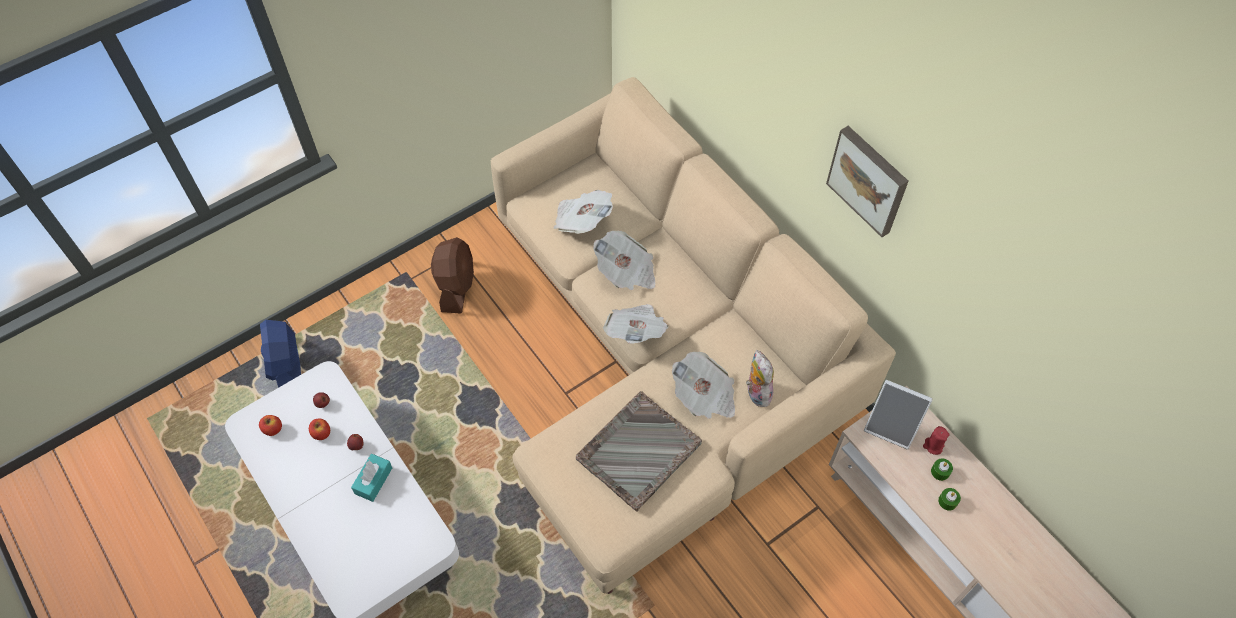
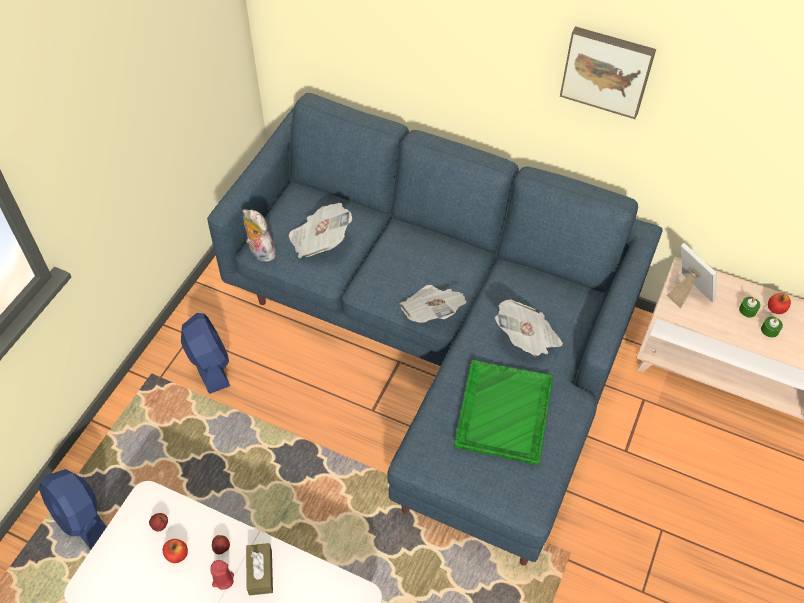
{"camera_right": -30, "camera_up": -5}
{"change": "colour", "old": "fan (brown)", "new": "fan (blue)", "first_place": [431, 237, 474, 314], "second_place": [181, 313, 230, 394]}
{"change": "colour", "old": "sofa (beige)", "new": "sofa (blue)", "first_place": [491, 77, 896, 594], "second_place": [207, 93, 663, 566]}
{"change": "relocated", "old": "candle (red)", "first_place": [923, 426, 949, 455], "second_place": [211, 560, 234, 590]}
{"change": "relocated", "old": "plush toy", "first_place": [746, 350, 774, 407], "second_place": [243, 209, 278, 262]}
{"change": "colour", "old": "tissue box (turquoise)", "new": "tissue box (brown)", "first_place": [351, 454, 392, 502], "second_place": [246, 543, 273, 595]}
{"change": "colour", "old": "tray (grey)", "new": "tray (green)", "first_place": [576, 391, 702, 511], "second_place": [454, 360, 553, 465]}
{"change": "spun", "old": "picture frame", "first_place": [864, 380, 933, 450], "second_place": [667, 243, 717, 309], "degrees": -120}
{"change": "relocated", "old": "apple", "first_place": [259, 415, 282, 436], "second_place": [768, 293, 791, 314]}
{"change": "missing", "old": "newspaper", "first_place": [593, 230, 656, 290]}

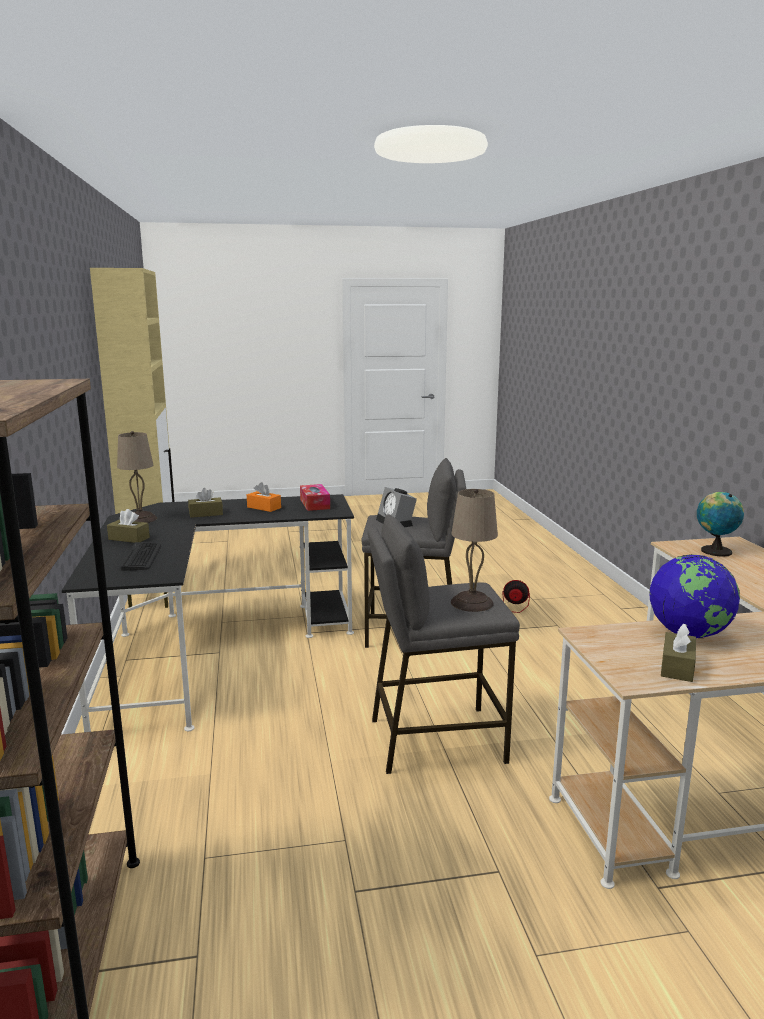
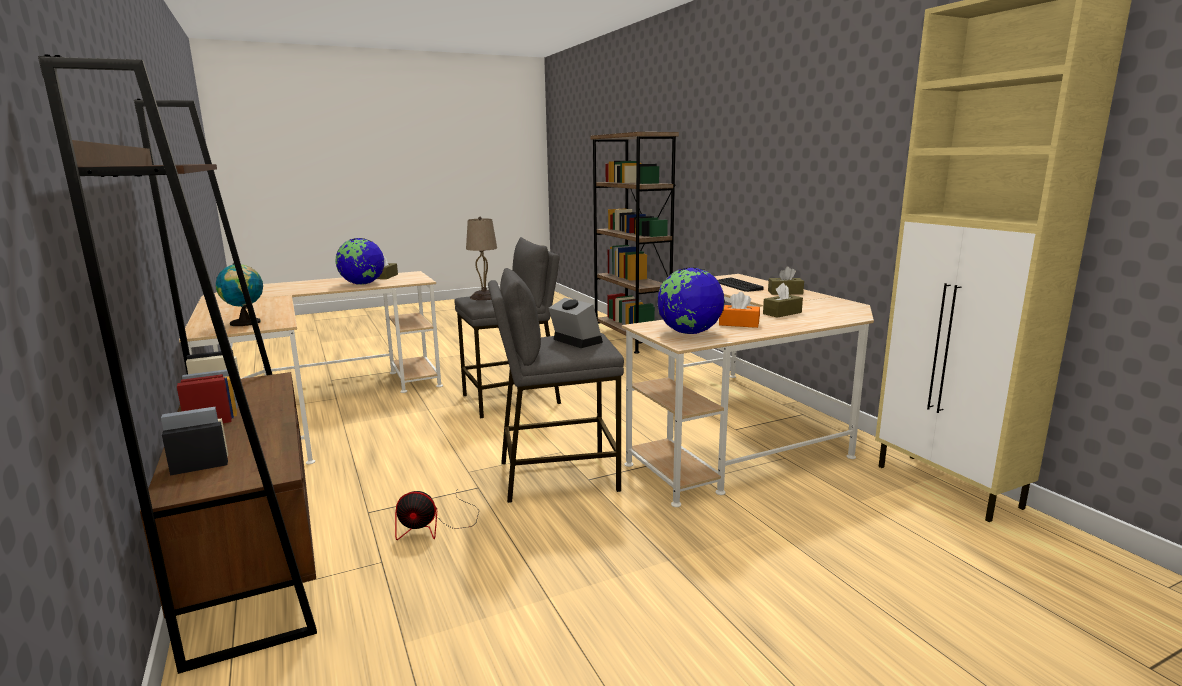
{"camera_right": 165, "camera_up": 0}
{"change": "appeared", "new": "bookcase (brown)", "second_place": [38, 55, 317, 674]}
{"change": "colour", "old": "desk (black)", "new": "desk (beige)", "first_place": [62, 494, 354, 732], "second_place": [622, 274, 874, 507]}
{"change": "exchanged", "old": "tissue box", "new": "globe", "first_place": [300, 484, 330, 511], "second_place": [657, 267, 725, 334]}
{"change": "missing", "old": "table lamp (beige)", "first_place": [117, 431, 157, 523]}

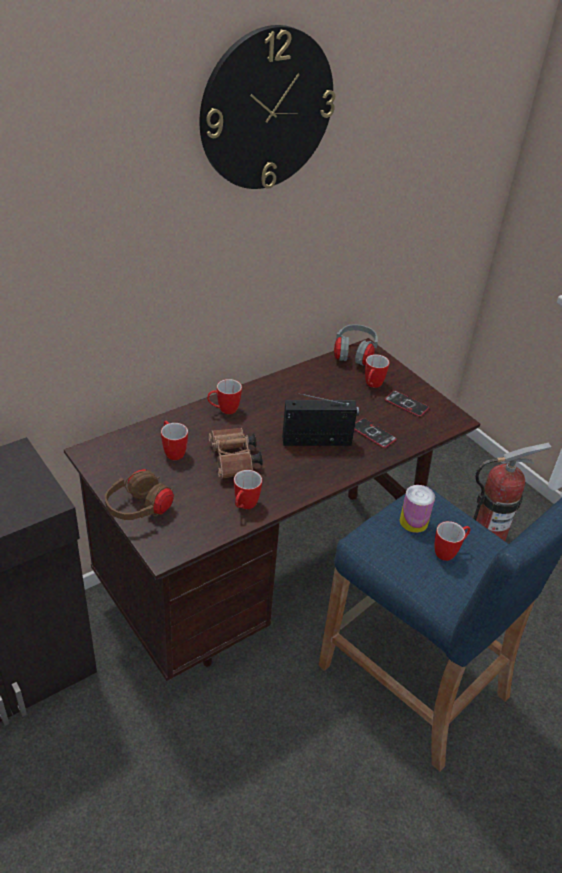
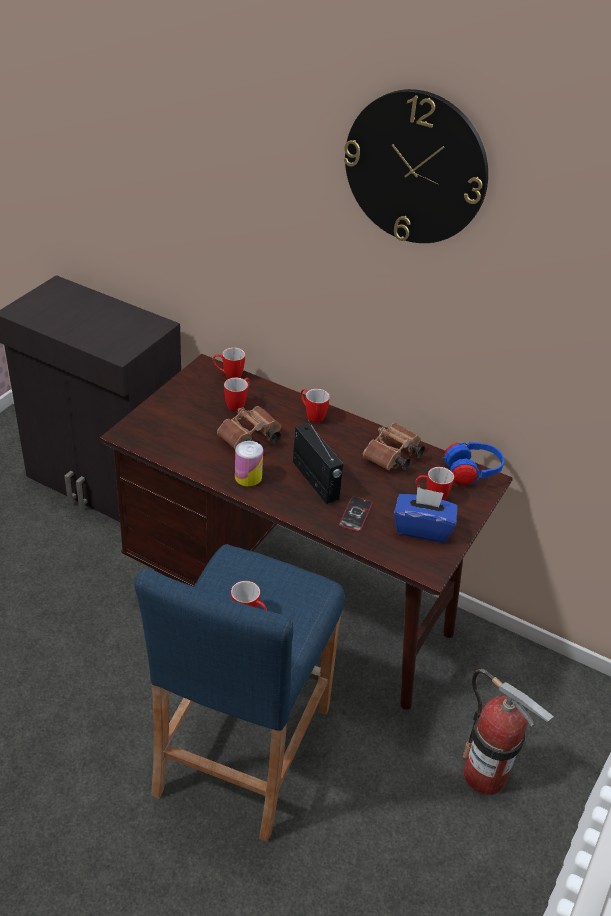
{"camera_right": 65, "camera_up": 0}
{"change": "relocated", "old": "mug", "first_place": [234, 470, 262, 509], "second_place": [213, 348, 245, 379]}
{"change": "relocated", "old": "can", "first_place": [400, 485, 435, 533], "second_place": [235, 441, 263, 486]}
{"change": "appeared", "new": "binoculars (brown)", "second_place": [363, 423, 425, 471]}
{"change": "exchanged", "old": "phone", "new": "tissue box (blue)", "first_place": [385, 390, 429, 417], "second_place": [394, 487, 457, 542]}
{"change": "colour", "old": "headphones (grey)", "new": "headphones (blue)", "first_place": [334, 324, 378, 365], "second_place": [442, 442, 504, 485]}
{"change": "missing", "old": "headphones (brown)", "first_place": [105, 469, 174, 520]}

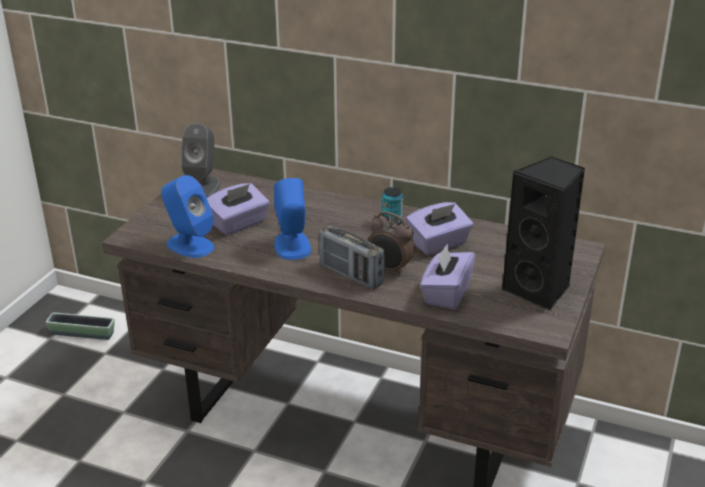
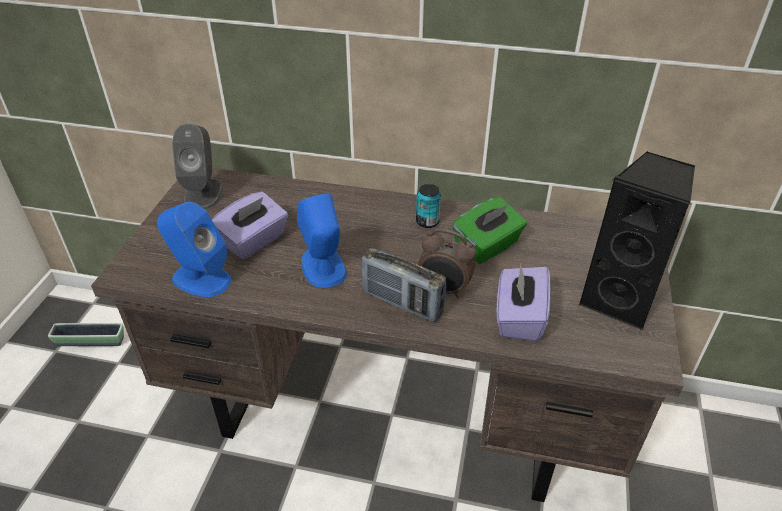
{"camera_right": -10, "camera_up": 10}
{"change": "colour", "old": "tissue box (purple)", "new": "tissue box (green)", "first_place": [406, 202, 473, 255], "second_place": [452, 197, 527, 264]}

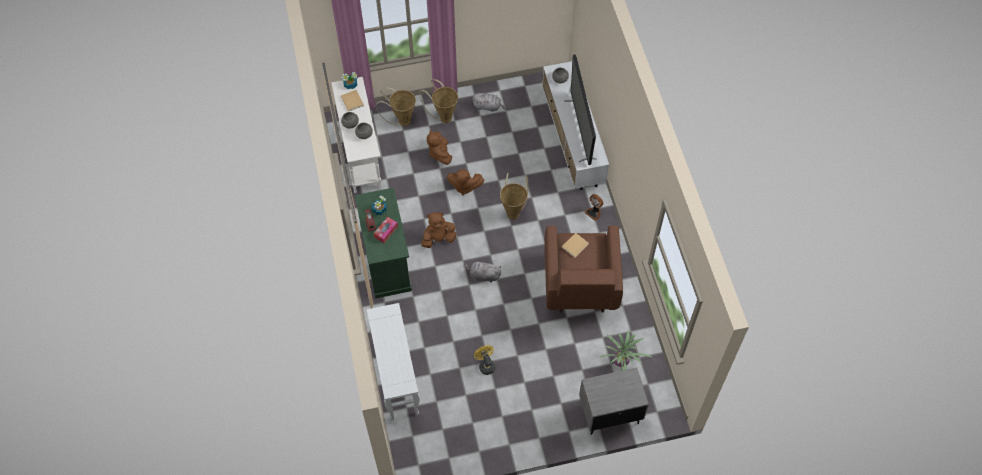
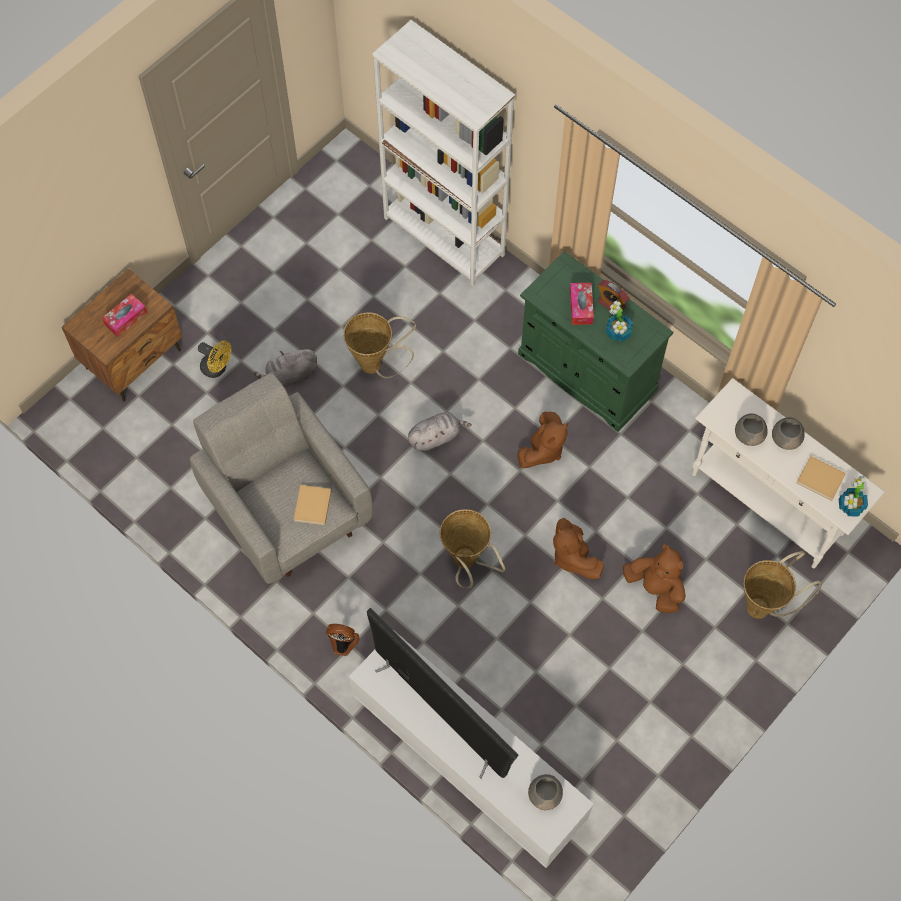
{"camera_right": 145, "camera_up": 5}
{"change": "colour", "old": "nightstand (grey)", "new": "nightstand (brown)", "first_place": [579, 367, 649, 435], "second_place": [61, 269, 183, 402]}
{"change": "appeared", "new": "tissue box", "second_place": [102, 294, 147, 337]}
{"change": "colour", "old": "armchair (brown)", "new": "armchair (grey)", "first_place": [545, 226, 623, 313], "second_place": [190, 372, 373, 584]}
{"change": "relocated", "old": "fan (yellow)", "first_place": [474, 345, 495, 375], "second_place": [198, 341, 232, 378]}
{"change": "relocated", "old": "plush toy (grey)", "first_place": [472, 93, 506, 112], "second_place": [254, 347, 317, 388]}
{"change": "relocated", "old": "basket", "first_place": [419, 79, 458, 123], "second_place": [343, 312, 416, 378]}
{"change": "exchanged", "old": "console table (white)", "new": "bookcase (white)", "first_place": [367, 303, 420, 421], "second_place": [372, 20, 515, 287]}
{"change": "spun", "old": "plush toy (brown)", "first_place": [447, 169, 484, 196], "second_place": [553, 518, 604, 579], "degrees": -90}
{"change": "missing", "old": "potted plant", "first_place": [600, 330, 652, 371]}

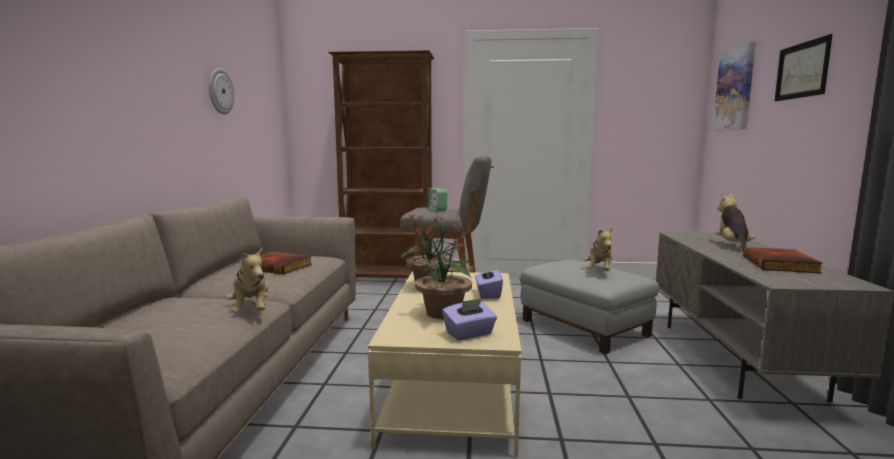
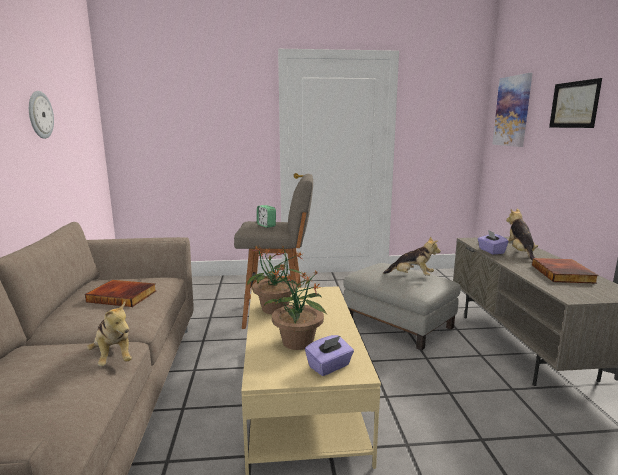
{"camera_right": -10, "camera_up": 5}
{"change": "spun", "old": "plush toy", "first_place": [584, 227, 613, 271], "second_place": [383, 236, 441, 276], "degrees": -75}
{"change": "relocated", "old": "tissue box (purple)", "first_place": [475, 264, 503, 299], "second_place": [478, 230, 509, 254]}
{"change": "missing", "old": "bookcase (brown)", "first_place": [328, 50, 434, 278]}

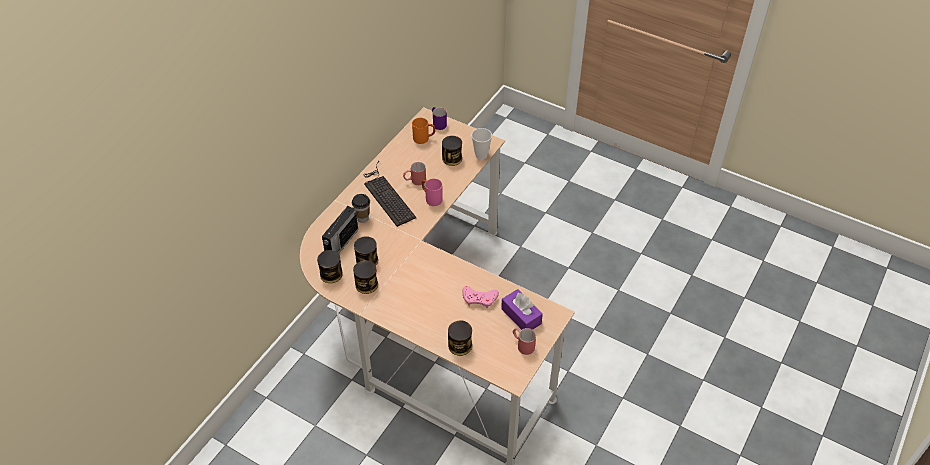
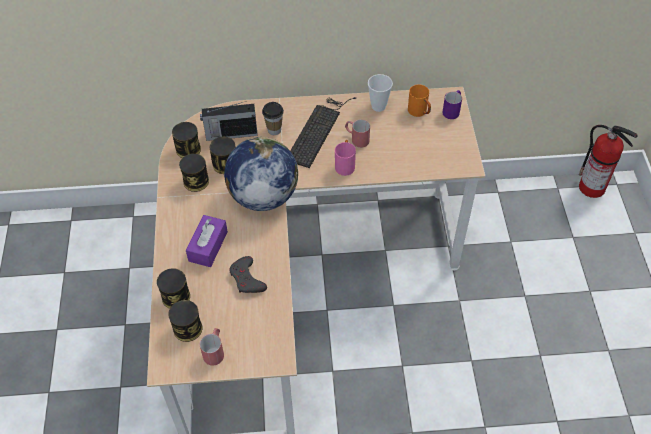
{"camera_right": 55, "camera_up": 5}
{"change": "relocated", "old": "can", "first_place": [442, 136, 462, 166], "second_place": [168, 300, 203, 342]}
{"change": "relocated", "old": "tissue box (purple)", "first_place": [501, 289, 543, 330], "second_place": [186, 215, 228, 267]}
{"change": "appeared", "new": "globe", "second_place": [224, 137, 298, 211]}
{"change": "colour", "old": "game controller (pink)", "new": "game controller (grey)", "first_place": [462, 286, 499, 309], "second_place": [229, 256, 267, 293]}
{"change": "relocated", "old": "cup", "first_place": [471, 128, 492, 159], "second_place": [368, 74, 393, 112]}
{"change": "appeared", "new": "fire extinguisher", "second_place": [579, 125, 638, 198]}

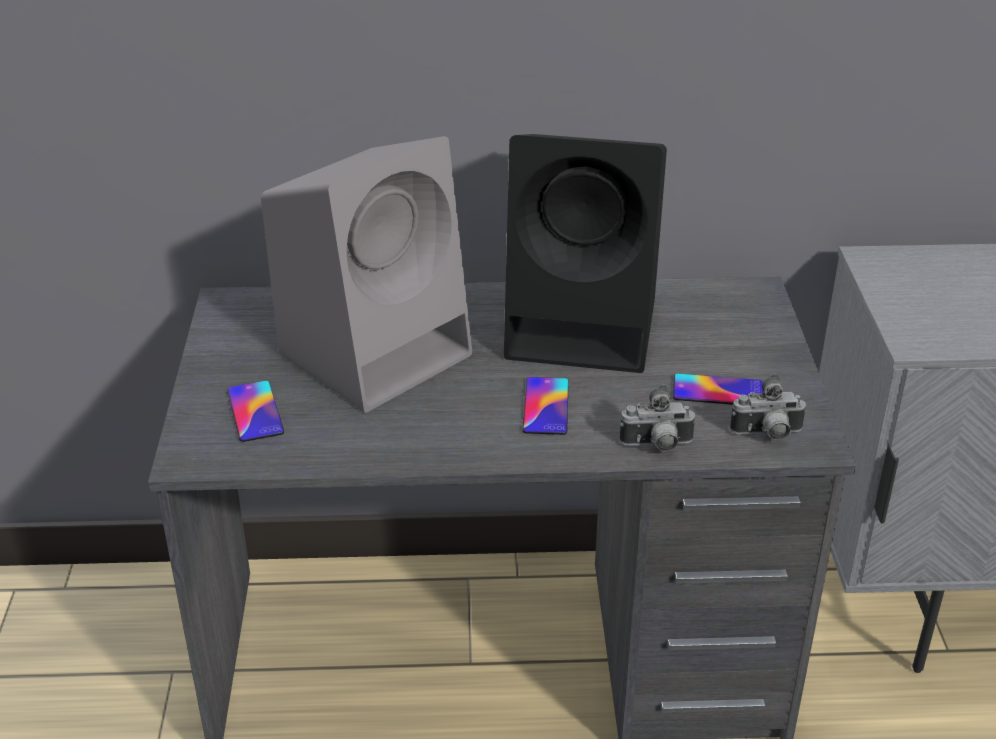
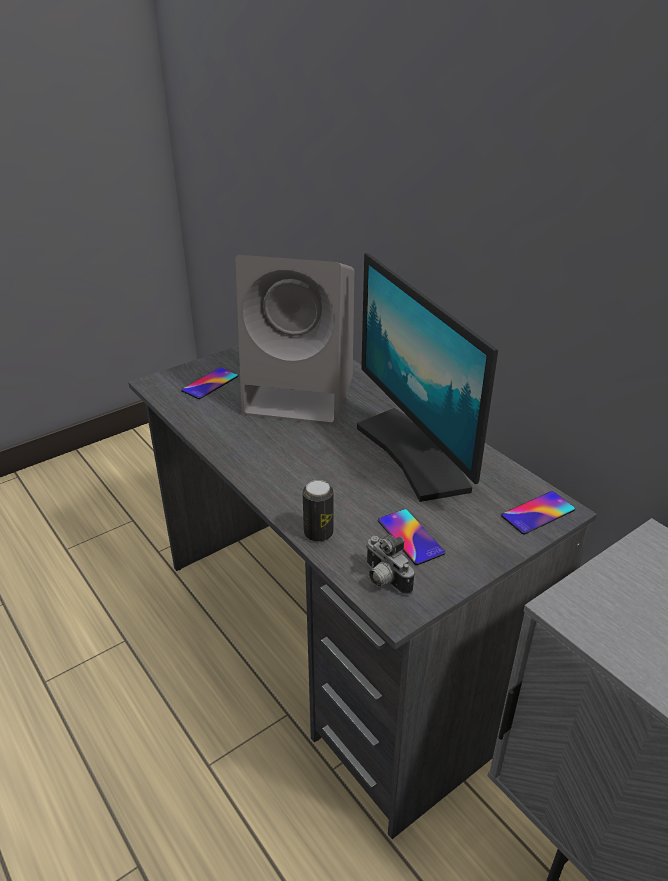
{"camera_right": 55, "camera_up": 0}
{"change": "exchanged", "old": "photo camera", "new": "can", "first_place": [620, 384, 696, 451], "second_place": [303, 480, 333, 542]}
{"change": "exchanged", "old": "speaker (black)", "new": "monitor", "first_place": [504, 134, 667, 373], "second_place": [356, 253, 498, 502]}
{"change": "relocated", "old": "phone", "first_place": [523, 377, 569, 435], "second_place": [501, 491, 575, 534]}

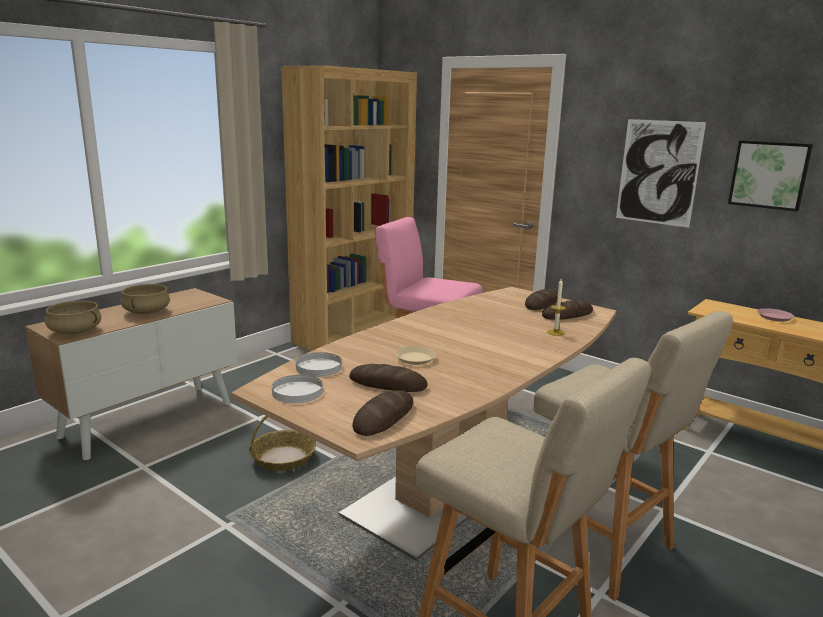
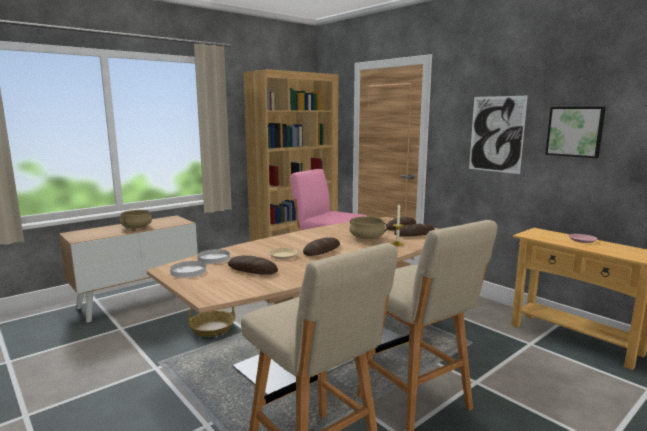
{"camera_right": 10, "camera_up": -5}
{"change": "relocated", "old": "bread", "first_place": [352, 390, 413, 436], "second_place": [303, 237, 340, 256]}
{"change": "relocated", "old": "cooking pot (beige)", "first_place": [45, 300, 102, 334], "second_place": [349, 216, 388, 239]}

